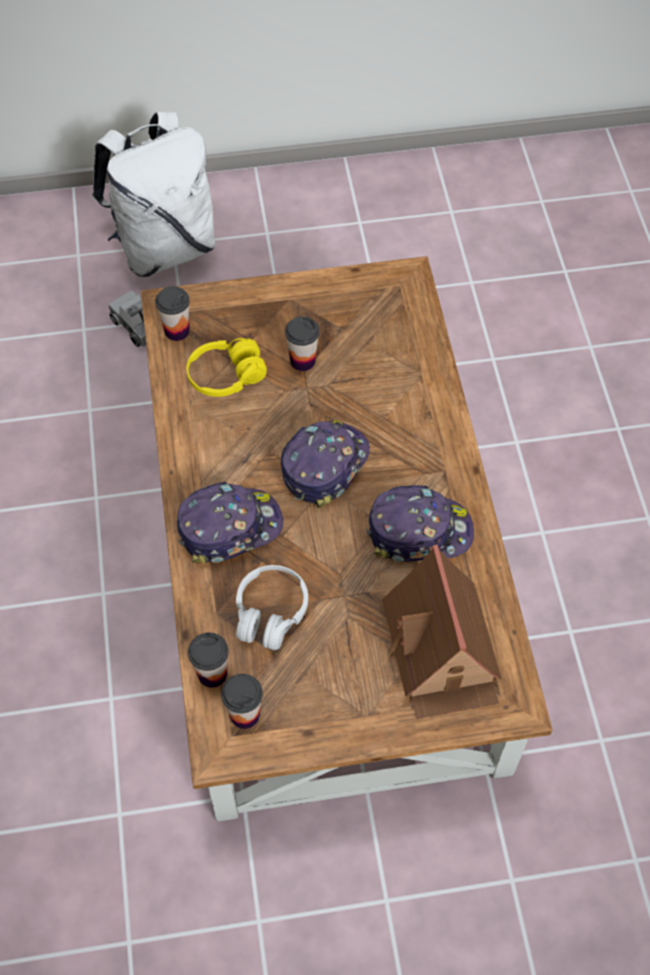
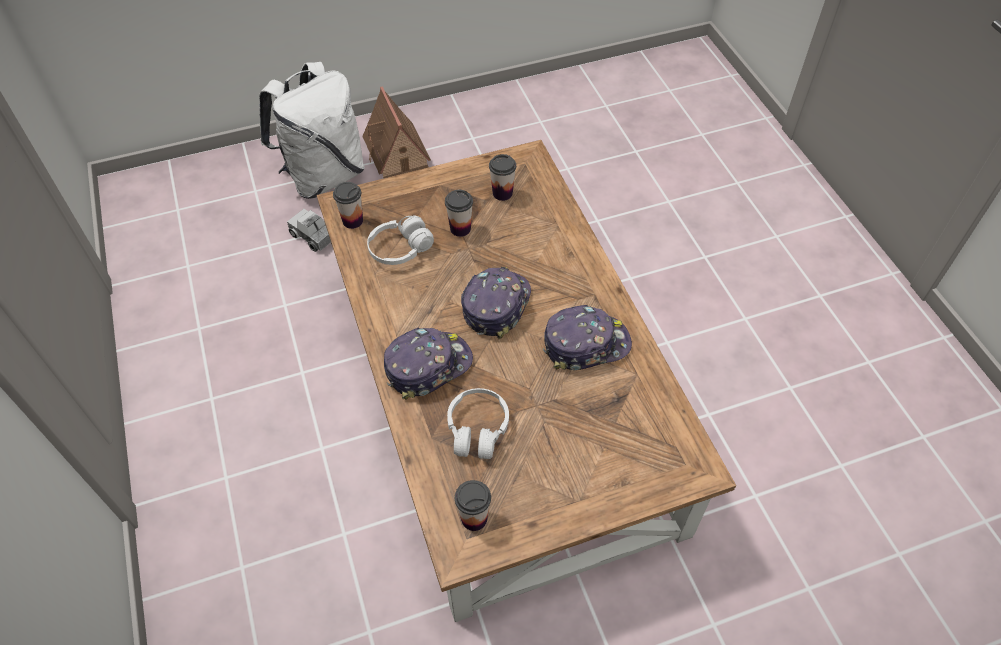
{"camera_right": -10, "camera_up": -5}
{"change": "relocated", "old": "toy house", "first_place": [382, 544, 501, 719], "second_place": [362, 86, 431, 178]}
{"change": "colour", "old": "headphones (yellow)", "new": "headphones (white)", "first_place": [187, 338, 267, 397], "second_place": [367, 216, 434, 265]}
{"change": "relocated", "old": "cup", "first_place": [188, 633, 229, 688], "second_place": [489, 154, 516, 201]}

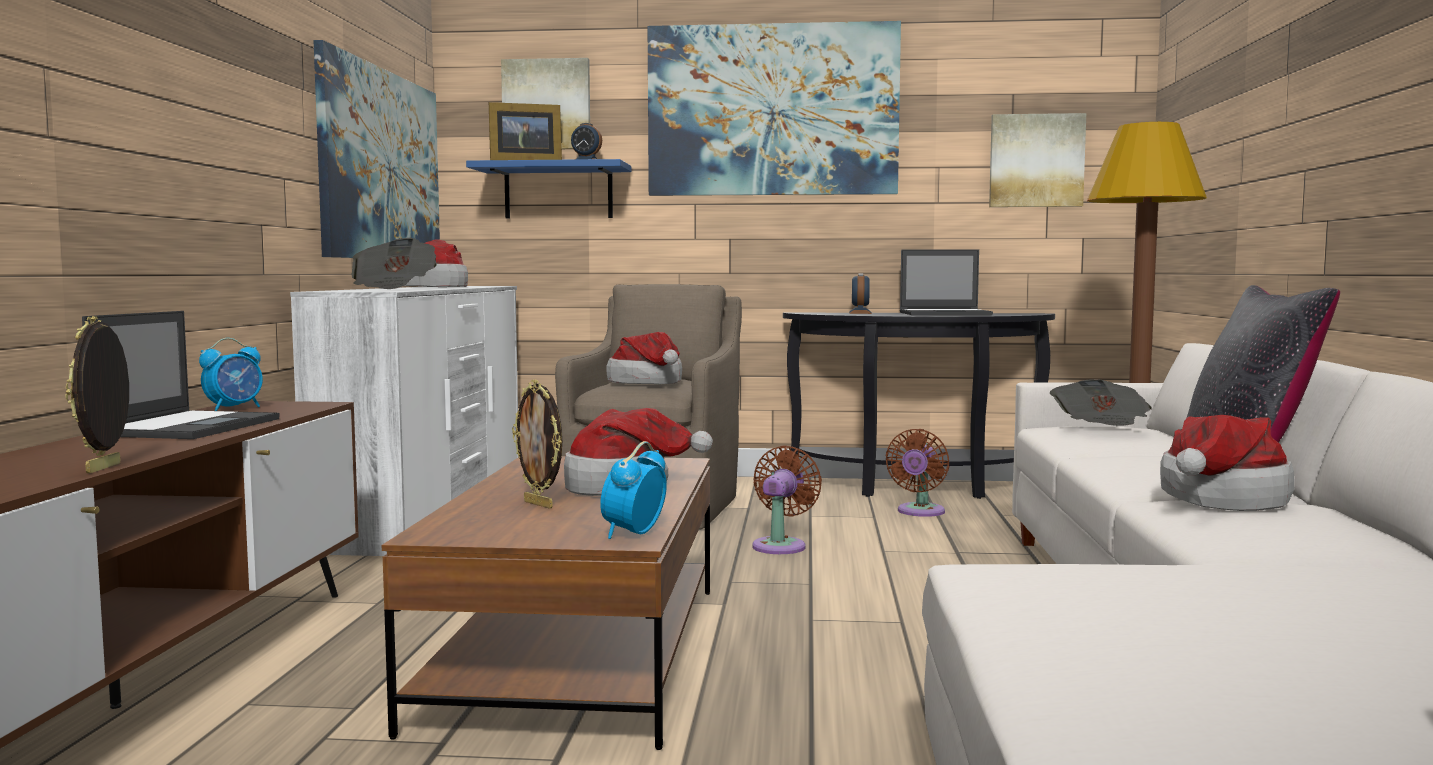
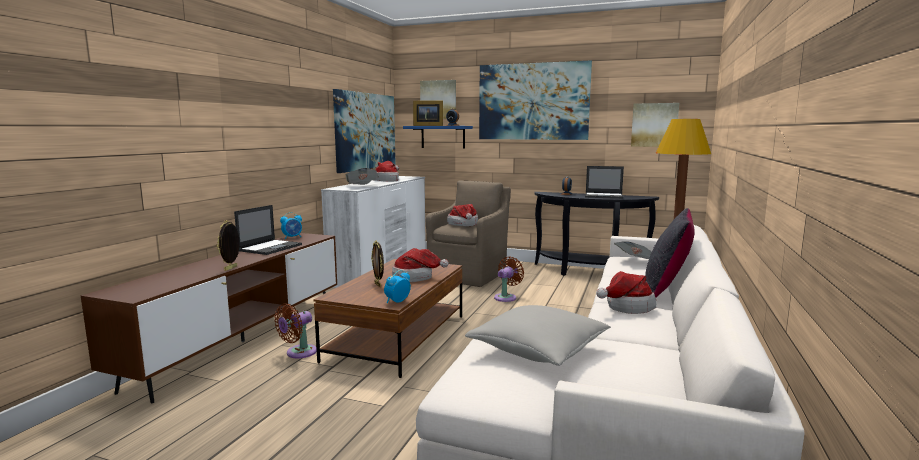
{"camera_right": 15, "camera_up": 5}
{"change": "relocated", "old": "fan (brown)", "first_place": [886, 429, 949, 517], "second_place": [274, 304, 317, 358]}
{"change": "appeared", "new": "pillow (grey)", "second_place": [465, 305, 611, 366]}

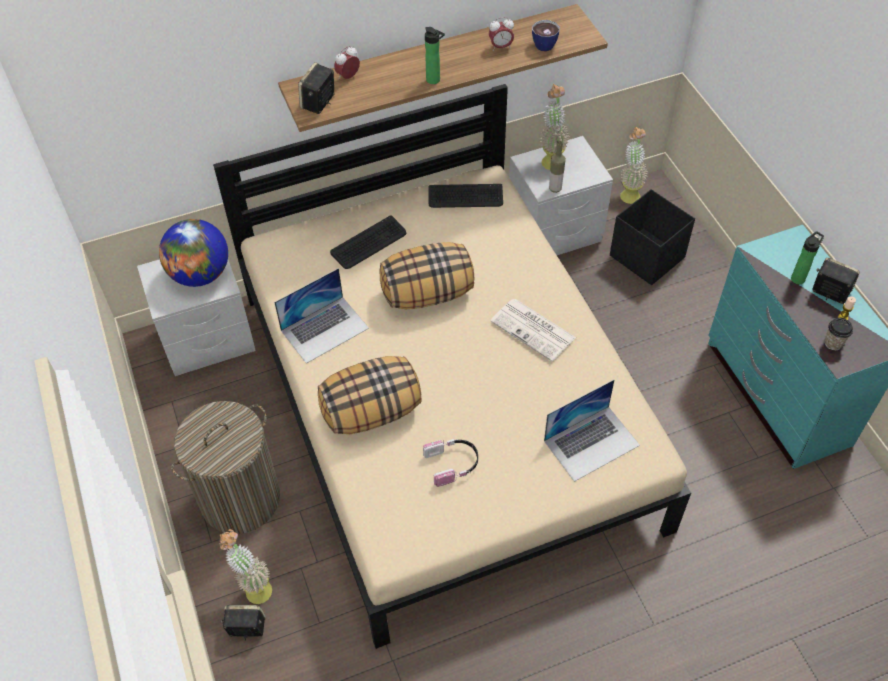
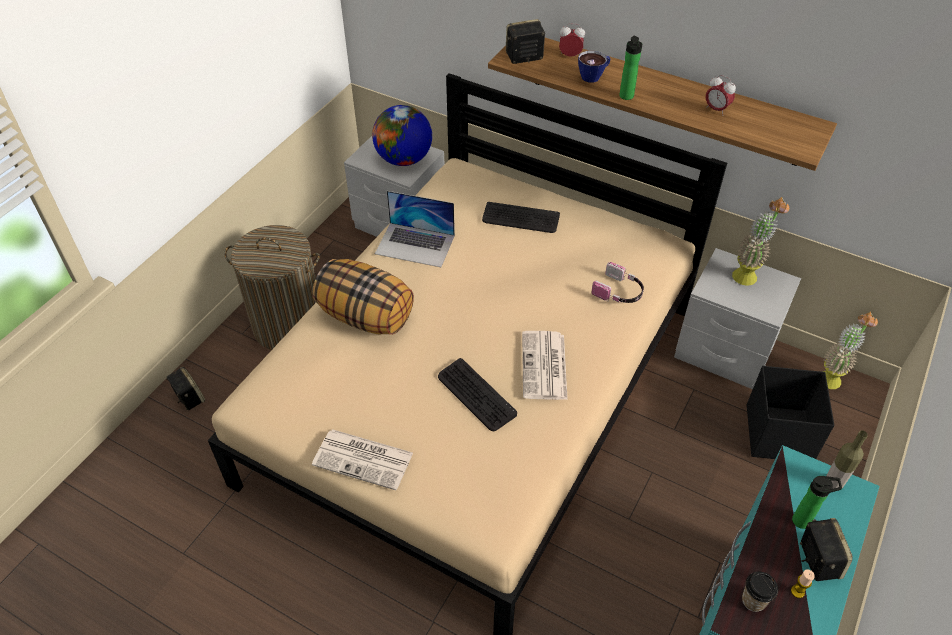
{"camera_right": 50, "camera_up": -5}
{"change": "appeared", "new": "newspaper", "second_place": [312, 429, 413, 490]}
{"change": "relocated", "old": "keyboard", "first_place": [428, 184, 503, 208], "second_place": [438, 358, 517, 431]}
{"change": "relocated", "old": "cup", "first_place": [532, 20, 560, 51], "second_place": [578, 51, 611, 83]}
{"change": "relocated", "old": "headphones", "first_place": [423, 439, 478, 487], "second_place": [591, 262, 644, 303]}
{"change": "relocated", "old": "bottle", "first_place": [549, 141, 566, 193], "second_place": [826, 430, 868, 489]}
{"change": "missing", "old": "potted plant", "first_place": [220, 529, 272, 604]}
{"change": "missing", "old": "pillow", "first_place": [380, 242, 474, 310]}
{"change": "missing", "old": "laptop", "first_place": [544, 380, 640, 482]}

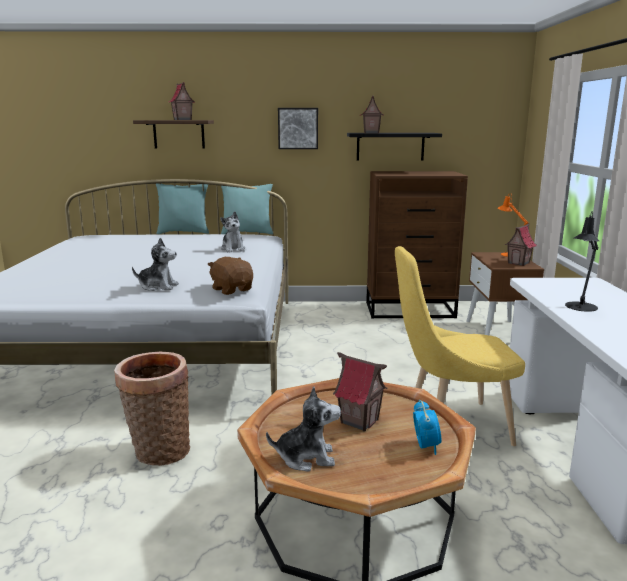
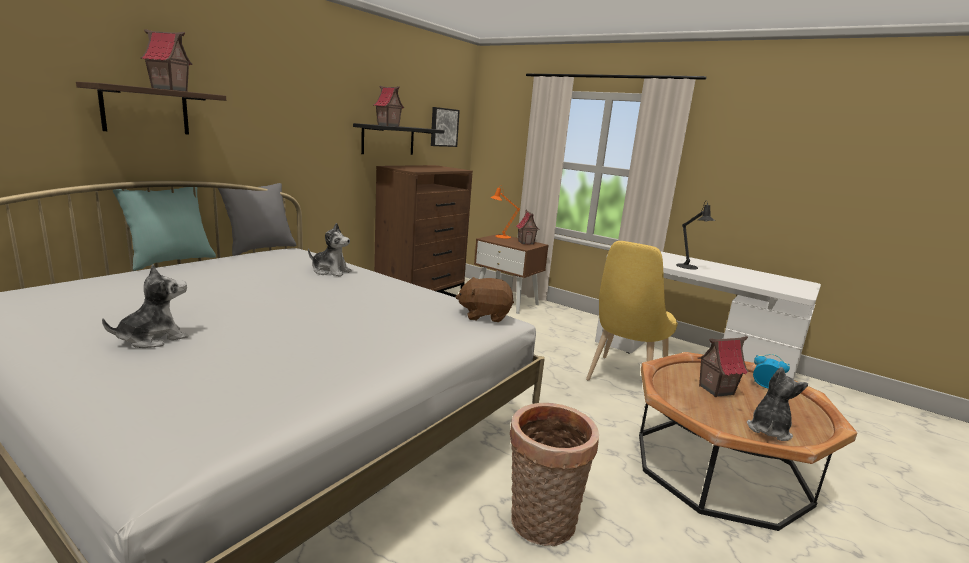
{"camera_right": -55, "camera_up": 0}
{"change": "relocated", "old": "plush toy", "first_place": [132, 237, 179, 291], "second_place": [102, 264, 188, 348]}
{"change": "colour", "old": "pillow (turquoise)", "new": "pillow (grey)", "first_place": [221, 184, 273, 234], "second_place": [218, 183, 296, 256]}
{"change": "relocated", "old": "picture", "first_place": [278, 108, 318, 149], "second_place": [431, 107, 460, 147]}

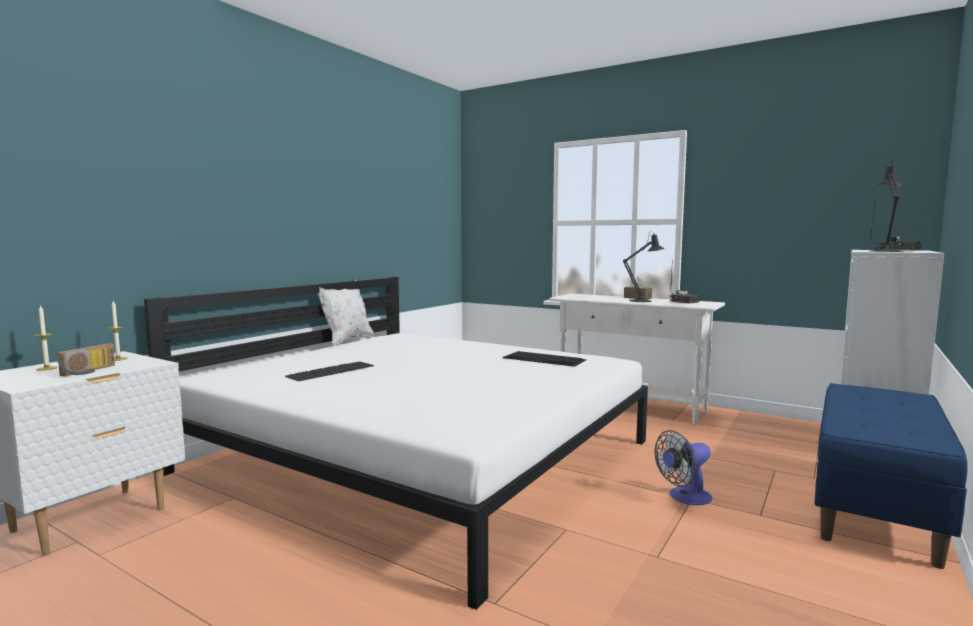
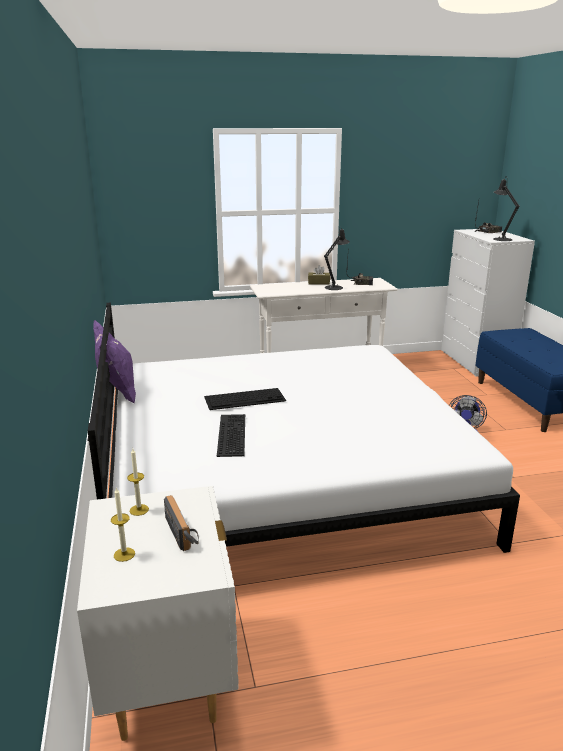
{"camera_right": -45, "camera_up": 15}
{"change": "colour", "old": "pillow (white)", "new": "pillow (purple)", "first_place": [317, 280, 375, 346], "second_place": [93, 320, 136, 404]}
{"change": "relocated", "old": "keyboard", "first_place": [503, 351, 586, 367], "second_place": [204, 388, 286, 410]}

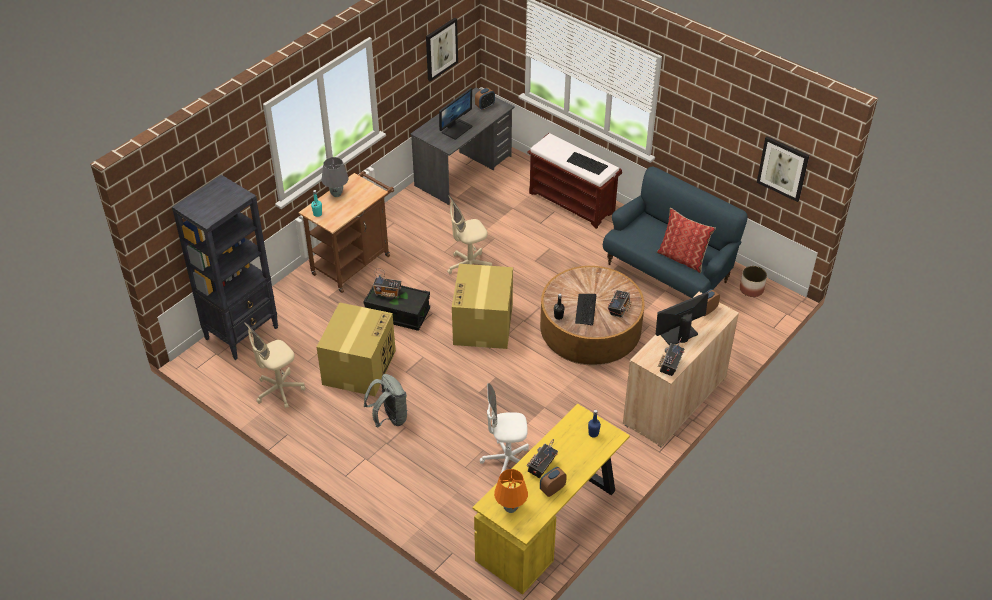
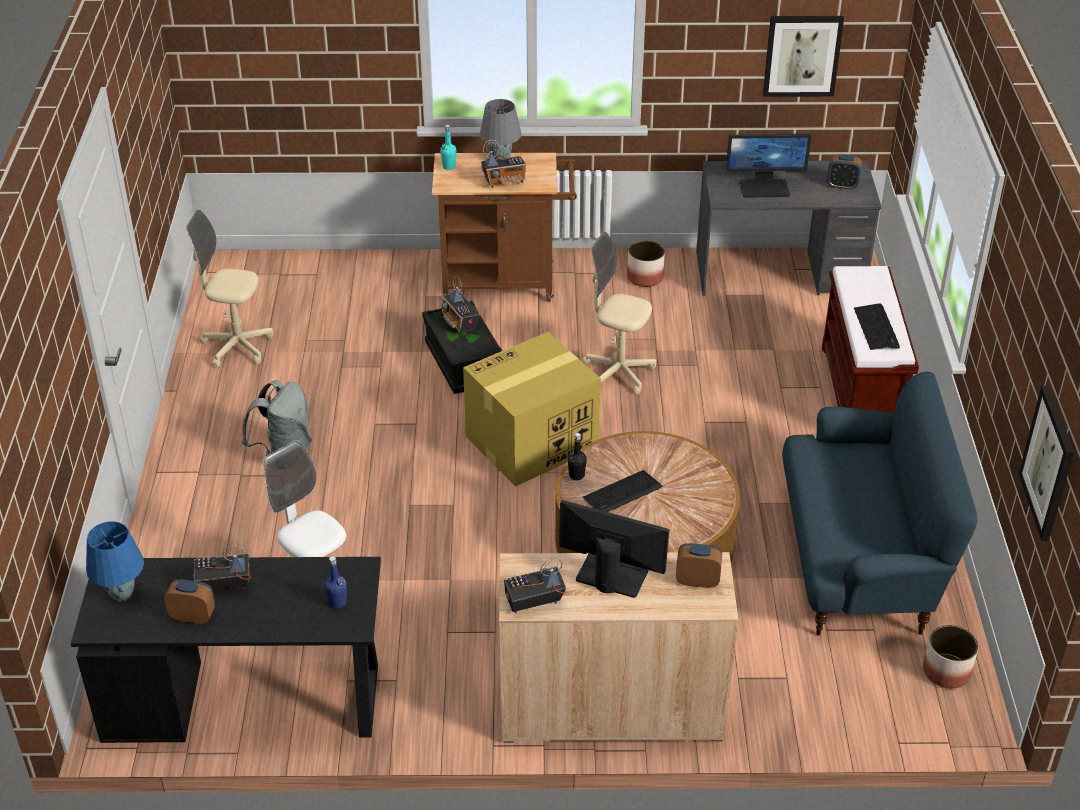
{"camera_right": 50, "camera_up": -5}
{"change": "colour", "old": "desk (yellow)", "new": "desk (black)", "first_place": [472, 404, 630, 595], "second_place": [71, 557, 381, 743]}
{"change": "colour", "old": "table lamp (orange)", "new": "table lamp (blue)", "first_place": [494, 469, 528, 513], "second_place": [86, 521, 144, 601]}
{"change": "relocated", "old": "radio", "first_place": [608, 290, 632, 318], "second_place": [481, 140, 526, 188]}
{"change": "appeared", "new": "planter", "second_place": [627, 241, 665, 287]}
{"change": "missing", "old": "bookcase (black)", "first_place": [172, 175, 278, 360]}
{"change": "missing", "old": "cardboard box", "first_place": [317, 302, 396, 396]}
{"change": "missing", "old": "pillow", "first_place": [657, 208, 716, 273]}

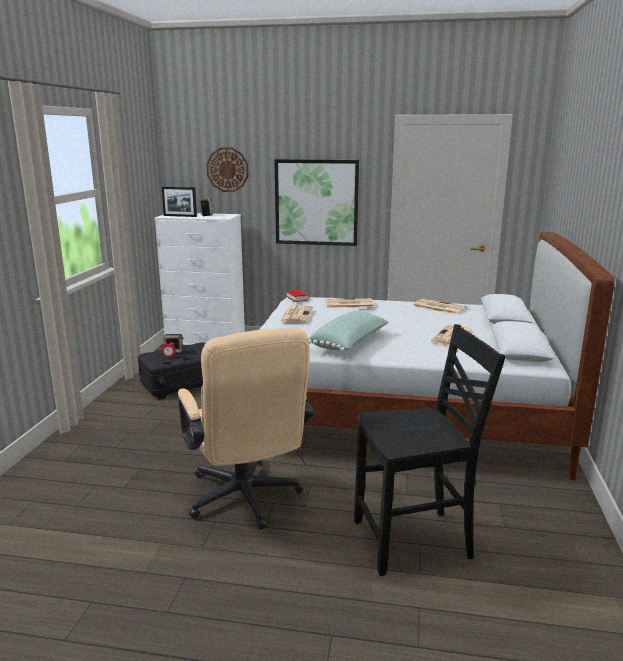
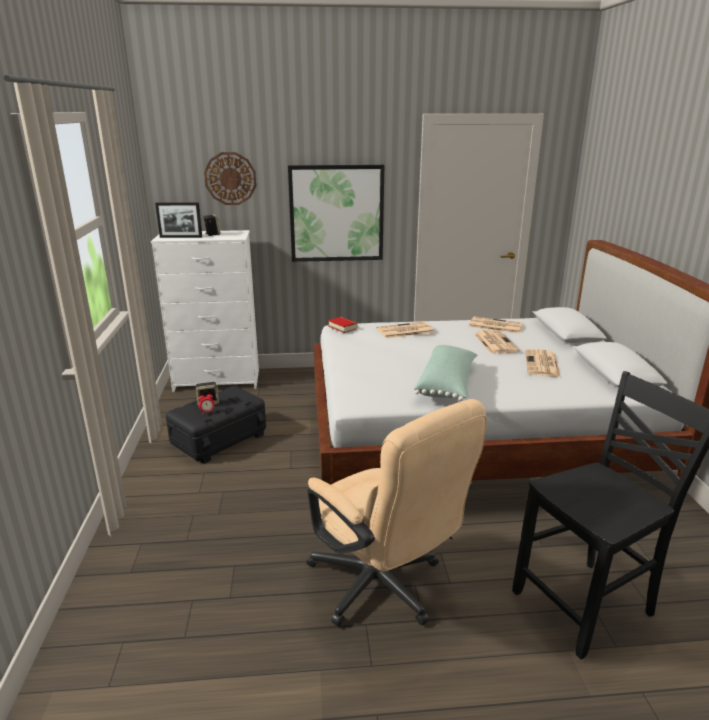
{"camera_right": -15, "camera_up": 5}
{"change": "relocated", "old": "newspaper", "first_place": [280, 305, 313, 323], "second_place": [474, 330, 519, 354]}

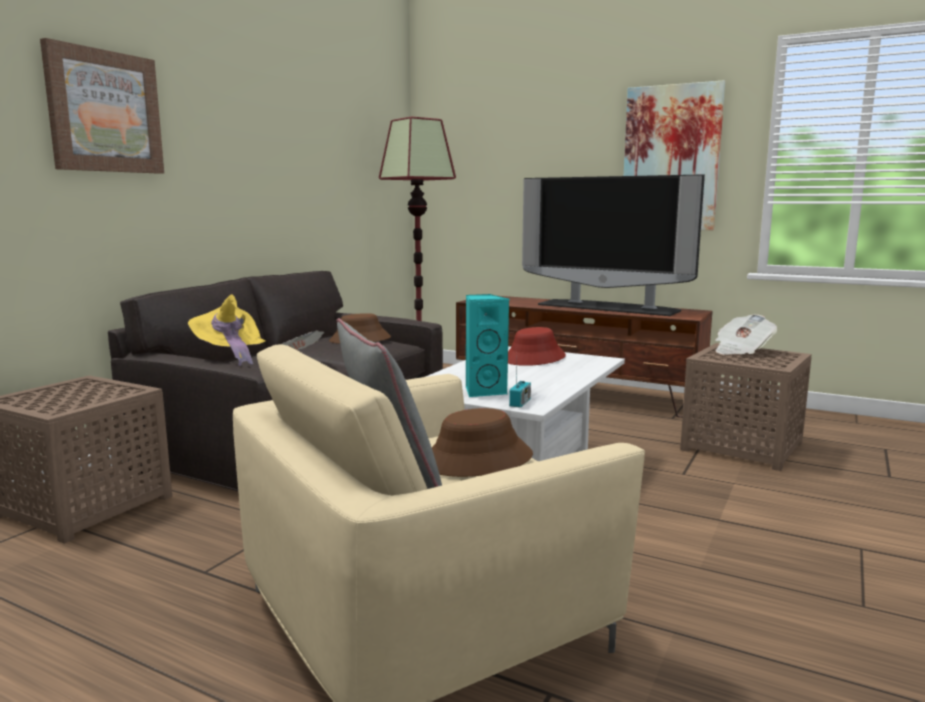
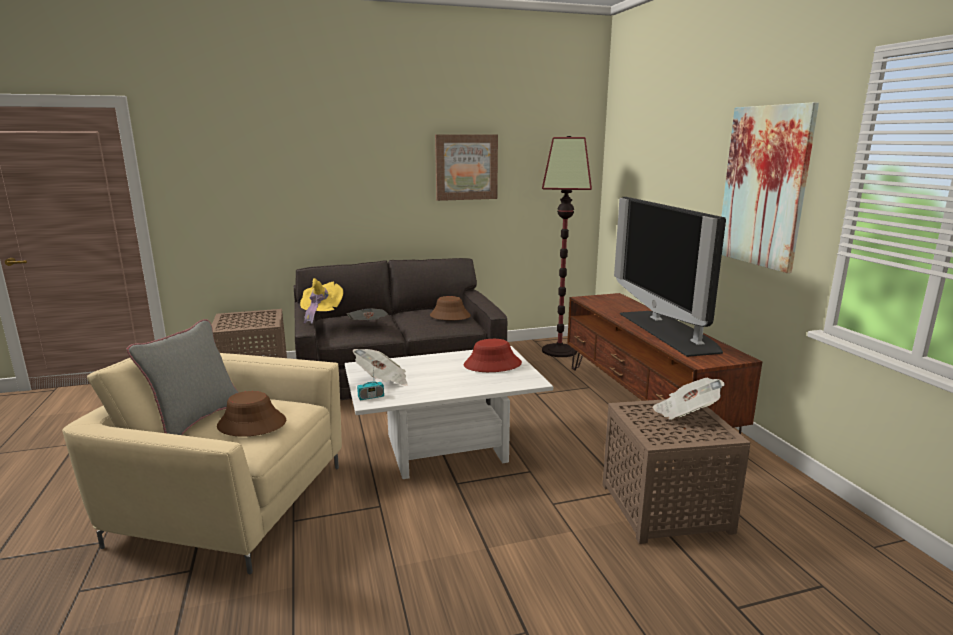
{"camera_right": 45, "camera_up": 5}
{"change": "exchanged", "old": "speaker (turquoise)", "new": "newspaper", "first_place": [466, 294, 509, 397], "second_place": [353, 349, 408, 386]}
{"change": "relocated", "old": "picture", "first_place": [40, 38, 164, 174], "second_place": [435, 134, 498, 201]}

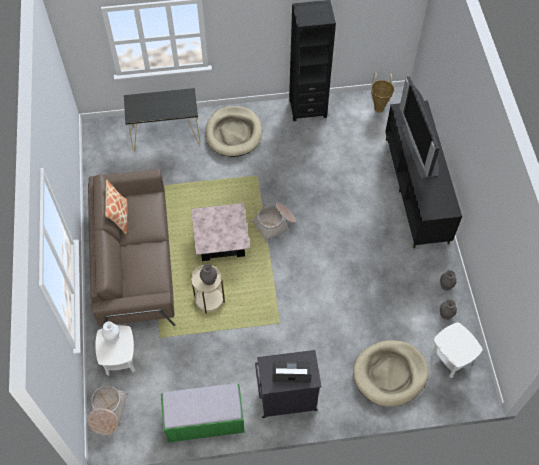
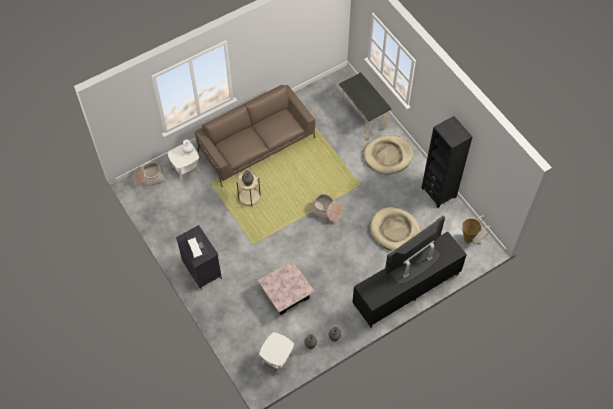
{"camera_right": 65, "camera_up": 0}
{"change": "relocated", "old": "coffee table (pink)", "first_place": [191, 203, 250, 261], "second_place": [257, 260, 315, 315]}
{"change": "relocated", "old": "dog bed (beige)", "first_place": [353, 340, 429, 407], "second_place": [370, 207, 421, 251]}
{"change": "missing", "old": "pillow", "first_place": [105, 179, 127, 235]}
{"change": "missing", "old": "bench (green)", "first_place": [161, 383, 245, 443]}

